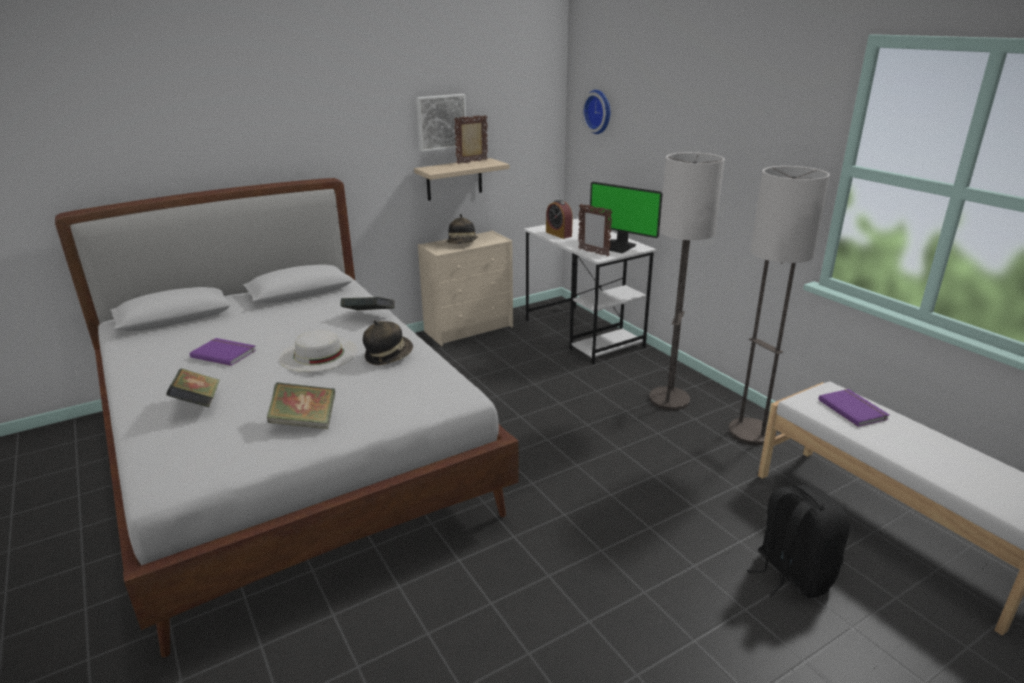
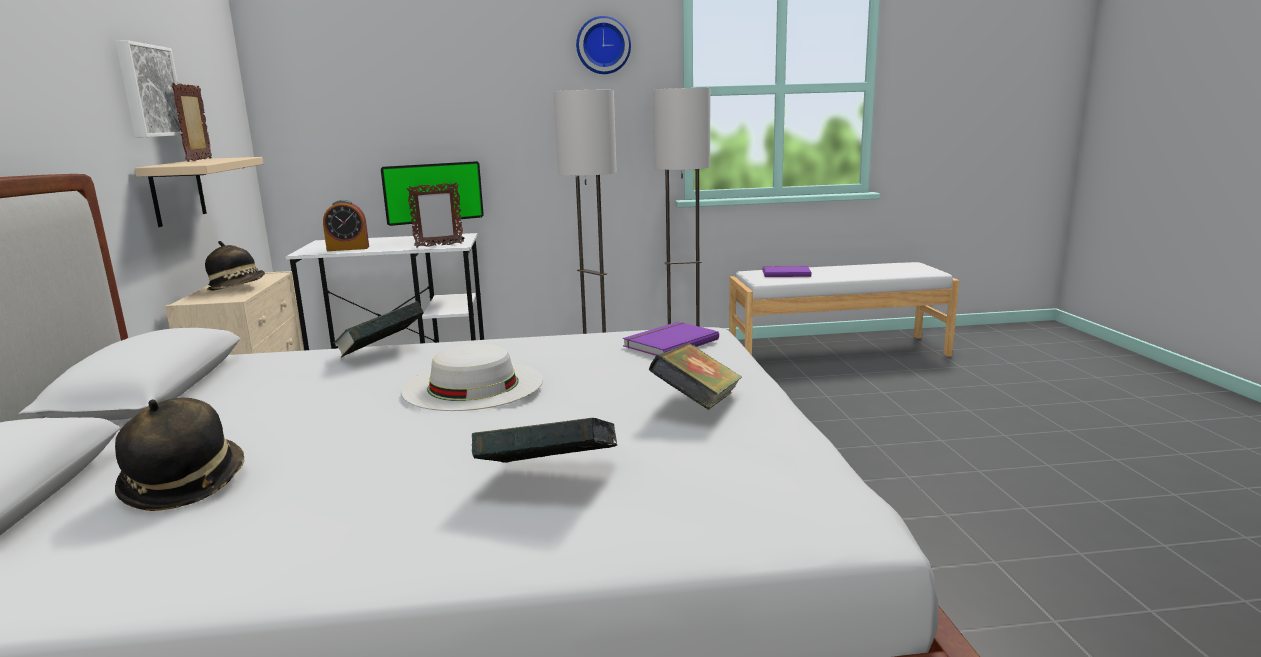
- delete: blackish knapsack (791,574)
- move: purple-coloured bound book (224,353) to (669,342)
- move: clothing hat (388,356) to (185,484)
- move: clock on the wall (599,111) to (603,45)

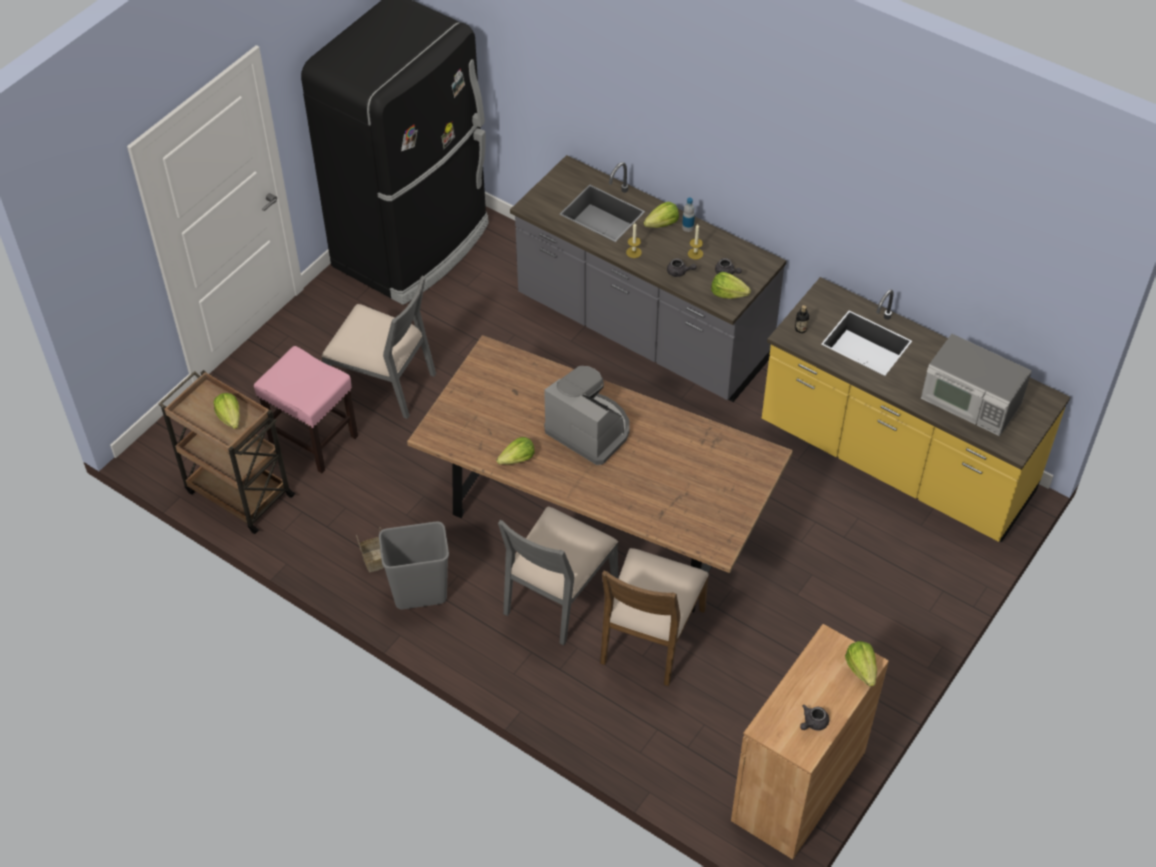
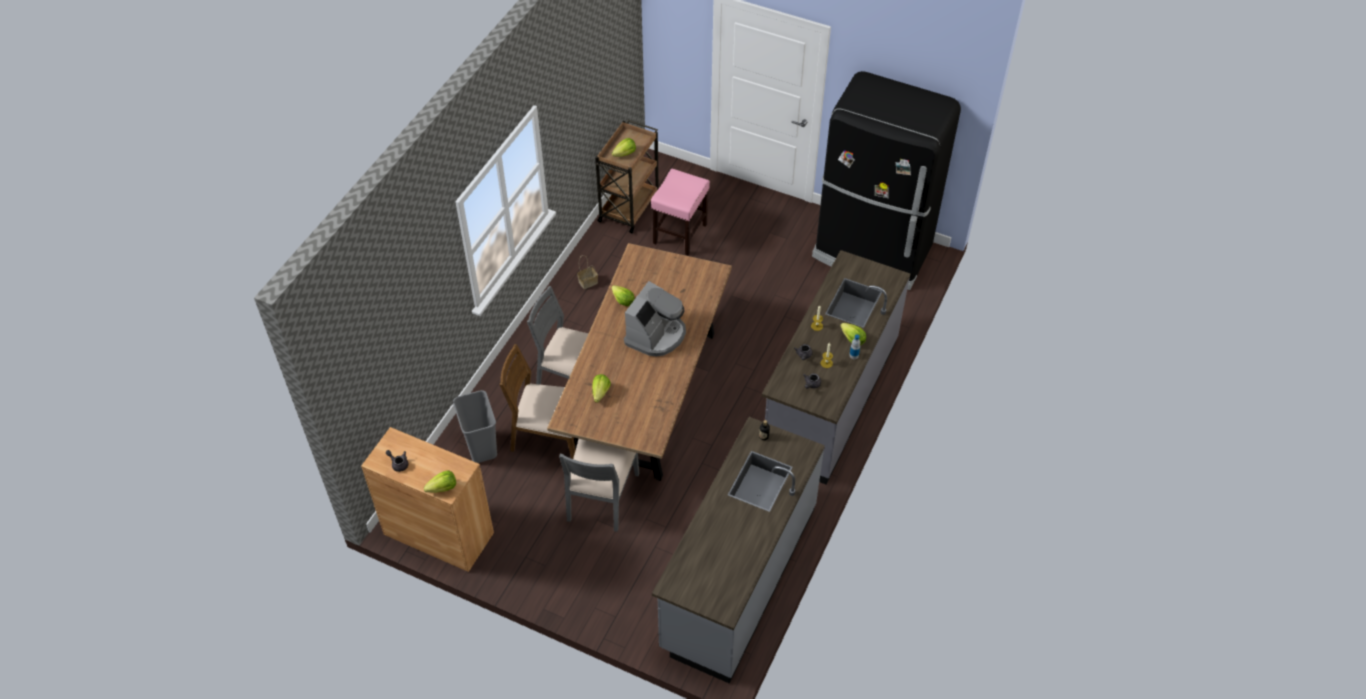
- delete: microwave oven (970,402)
- move: grey plain chair (383,383) to (601,497)
- move: grey trash can (419,594) to (480,447)
- move: lettuce (728,294) to (600,393)
- recolor: yellow-coloured kitchen base unit (895,460) to grey kitchen base unit (737,577)

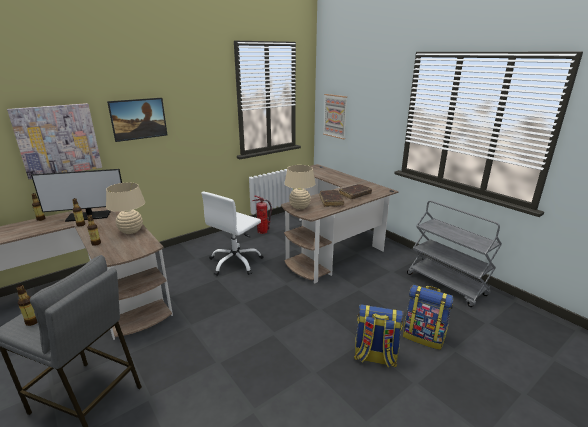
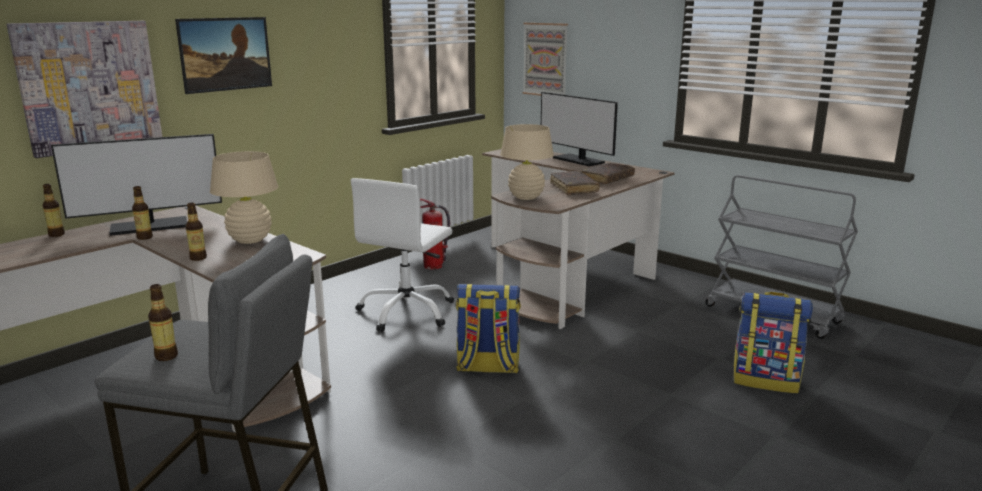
- insert: computer display (578,160)
- move: knapsack (375,357) to (487,367)

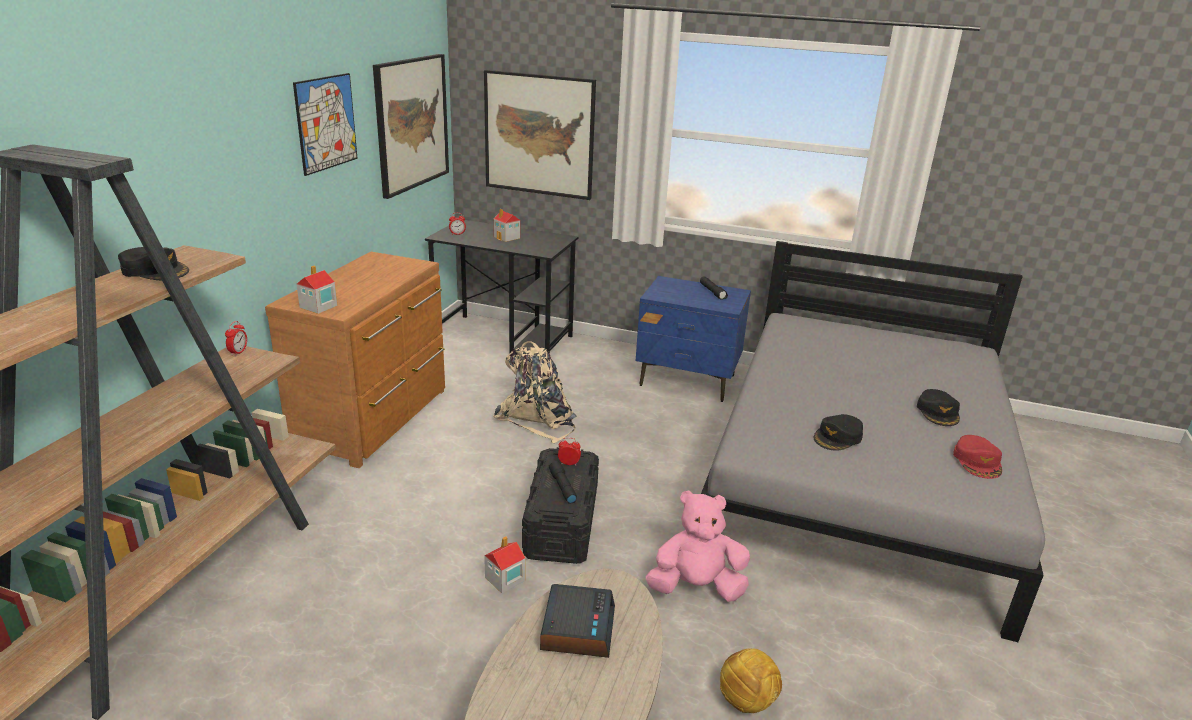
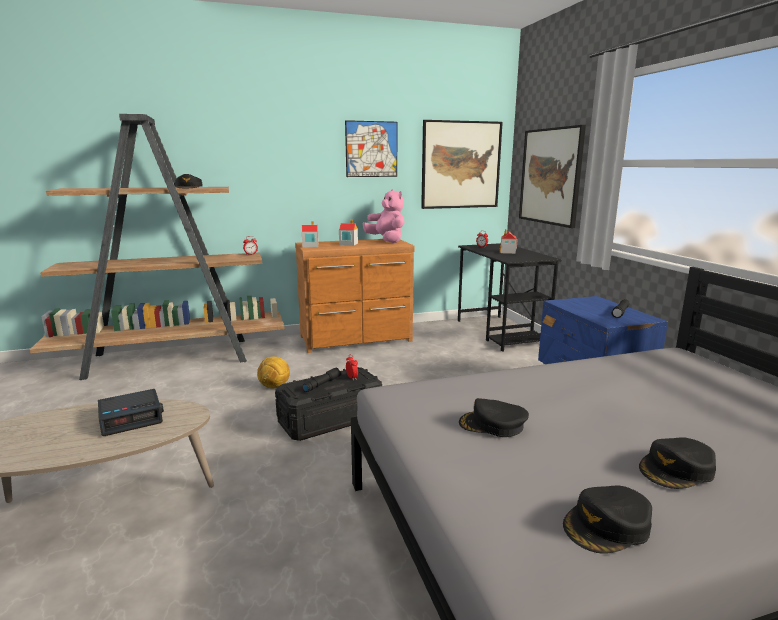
- delete: beige-coloured knapsack (538,419)
- move: miniature house (504,579) to (348,244)
- move: pink cuddly toy (696,587) to (386,241)
- move: ball for football (747,701) to (274,387)
- recolor: reddish cap (977,461) to blackish cap (607,526)

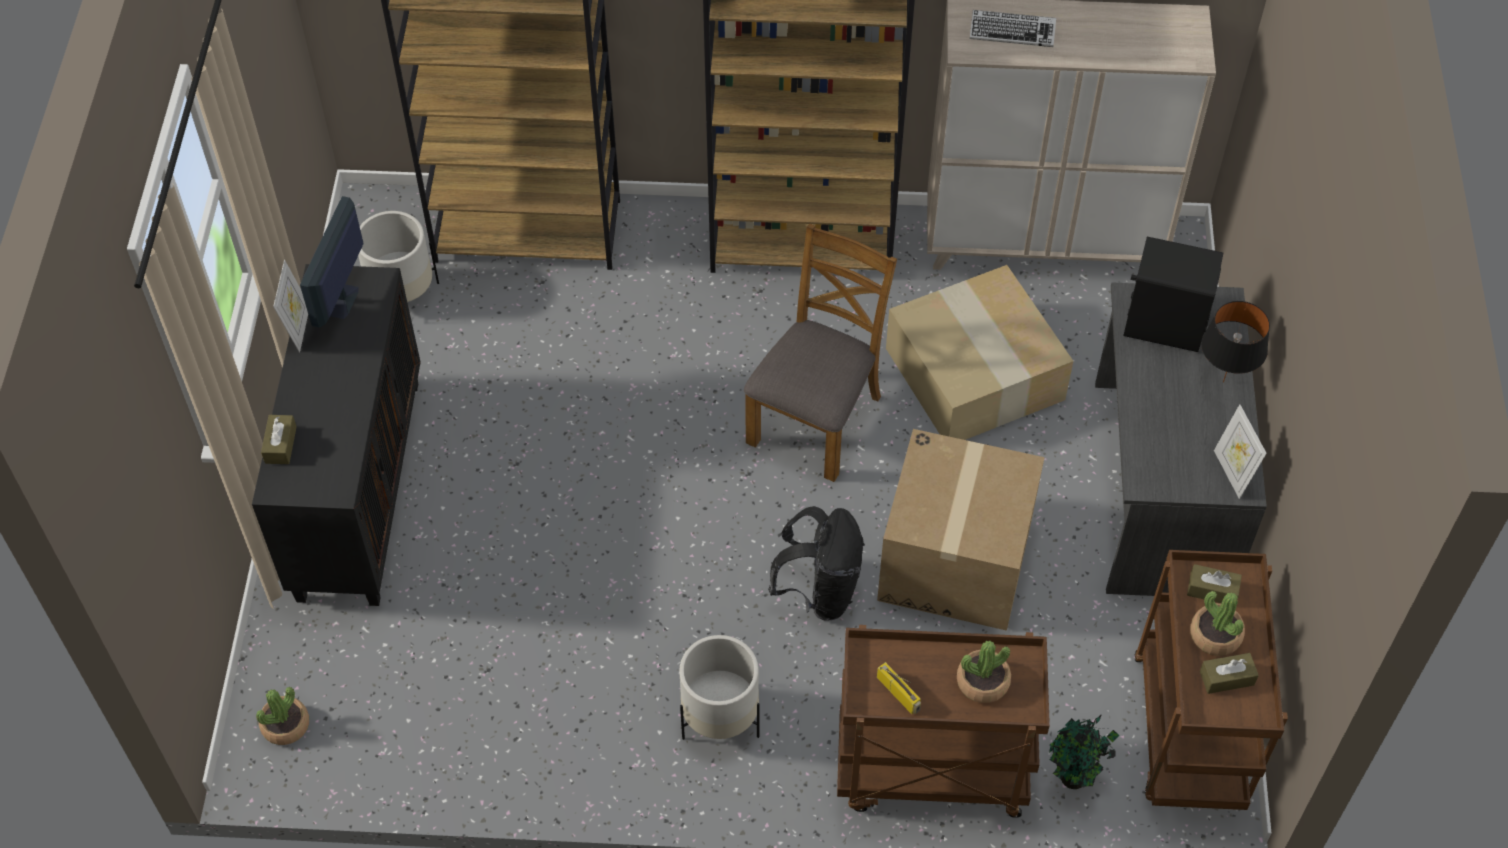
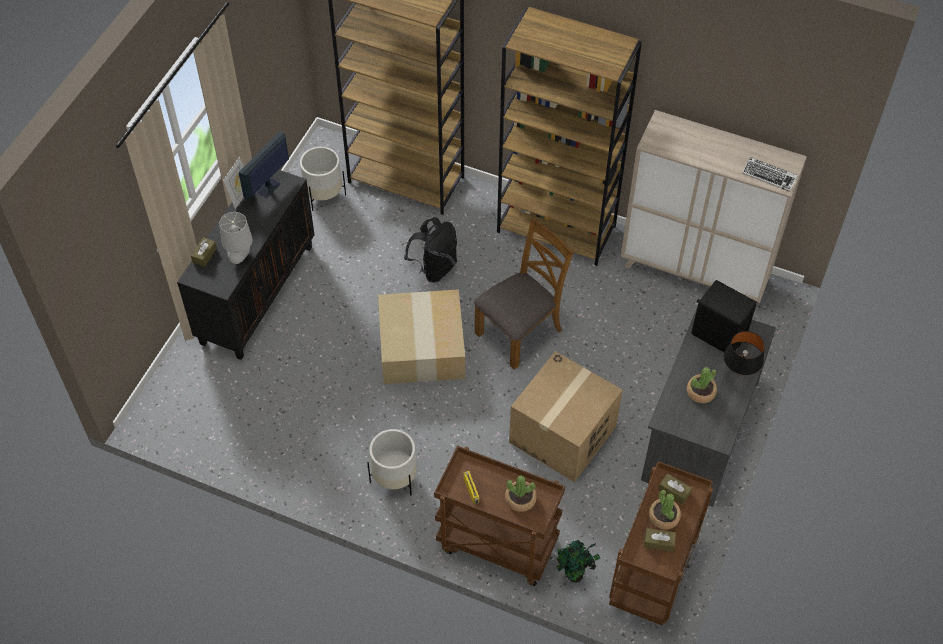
- delete: picture frame (1232,473)
- insert: grey table lamp (240,257)
- move: potted plant (285,725) to (700,392)
- move: blackish knapsack (820,591) to (434,268)
- move: carton (977,374) to (423,348)
- move: keyboard (1012,32) to (769,176)

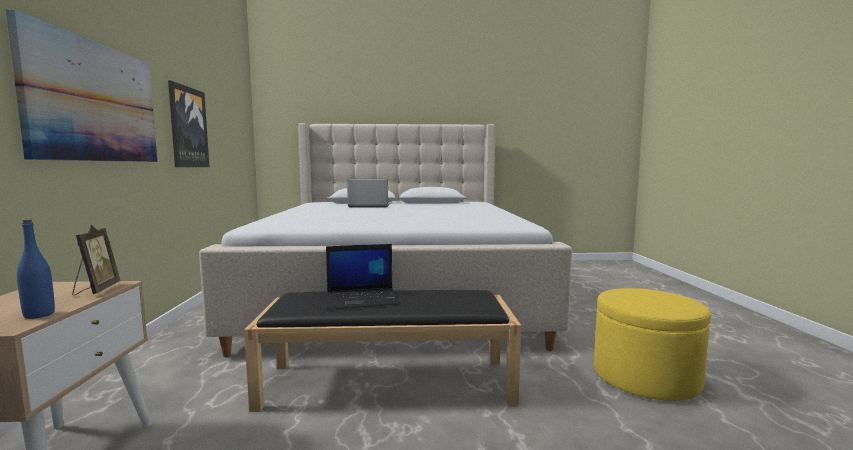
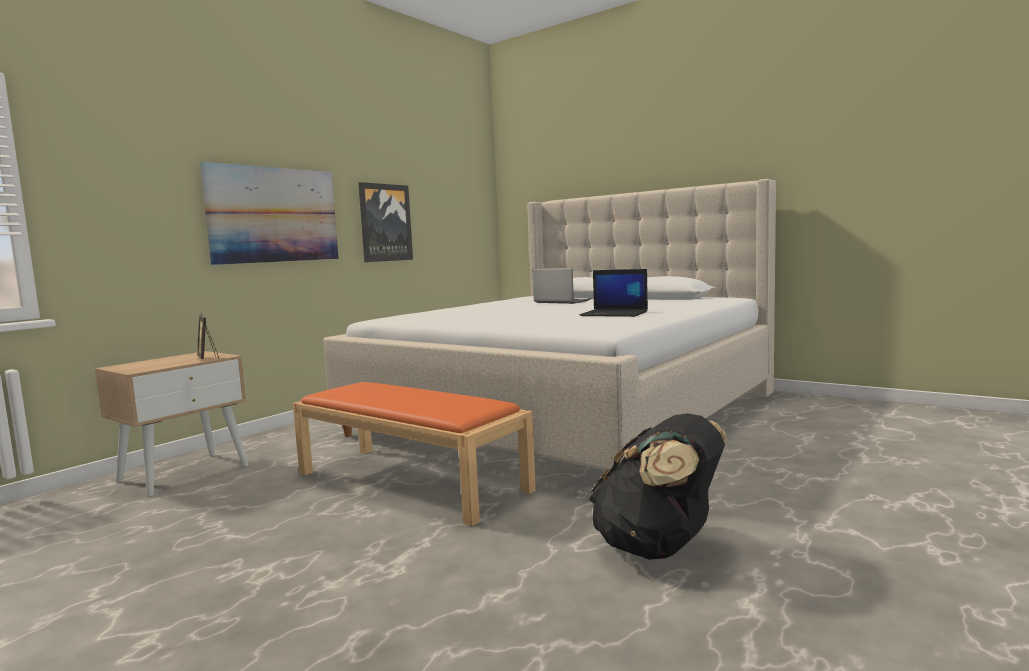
- delete: blue beverage bottle (39,315)
- move: portable computer (363,299) to (615,314)
- replace: yellow-coloured pouffe (645,377) to blackish knapsack (658,548)
- recolor: blackish bench (389,382) to orangey bench (412,481)
- rotate: picture frame (96,290) = (208,358) 120 degrees clockwise

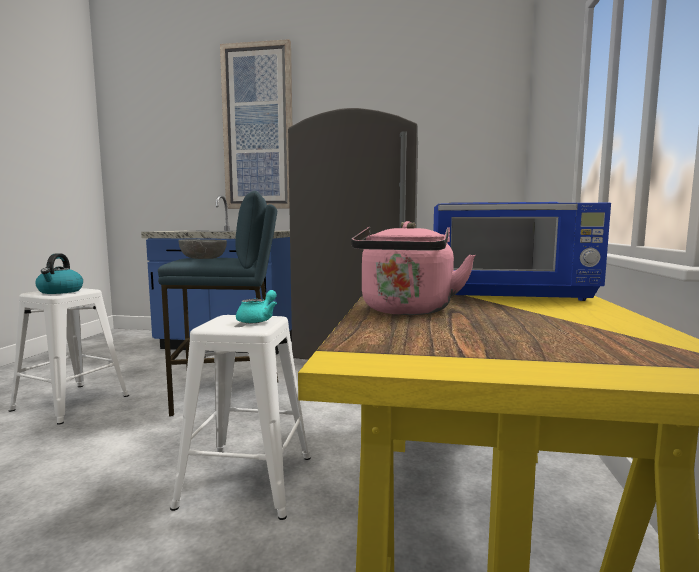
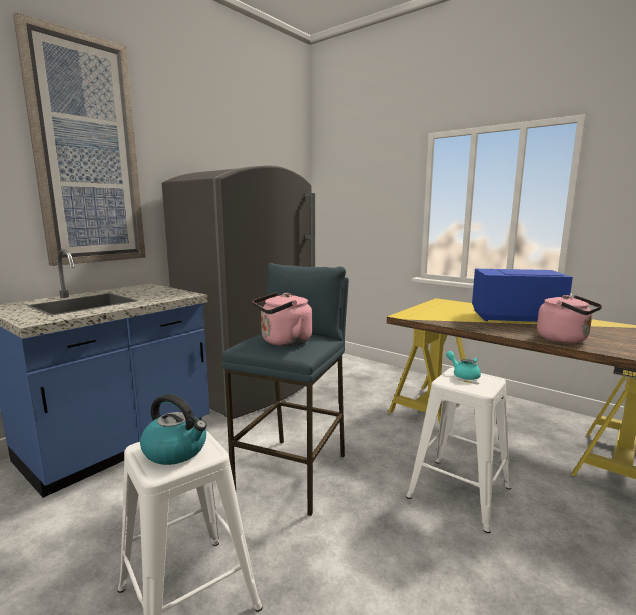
- replace: grey serving bowl (204,258) to pink kettle (283,342)
- rotate: blue microwave oven (509,294) = (514,317) 120 degrees counterclockwise

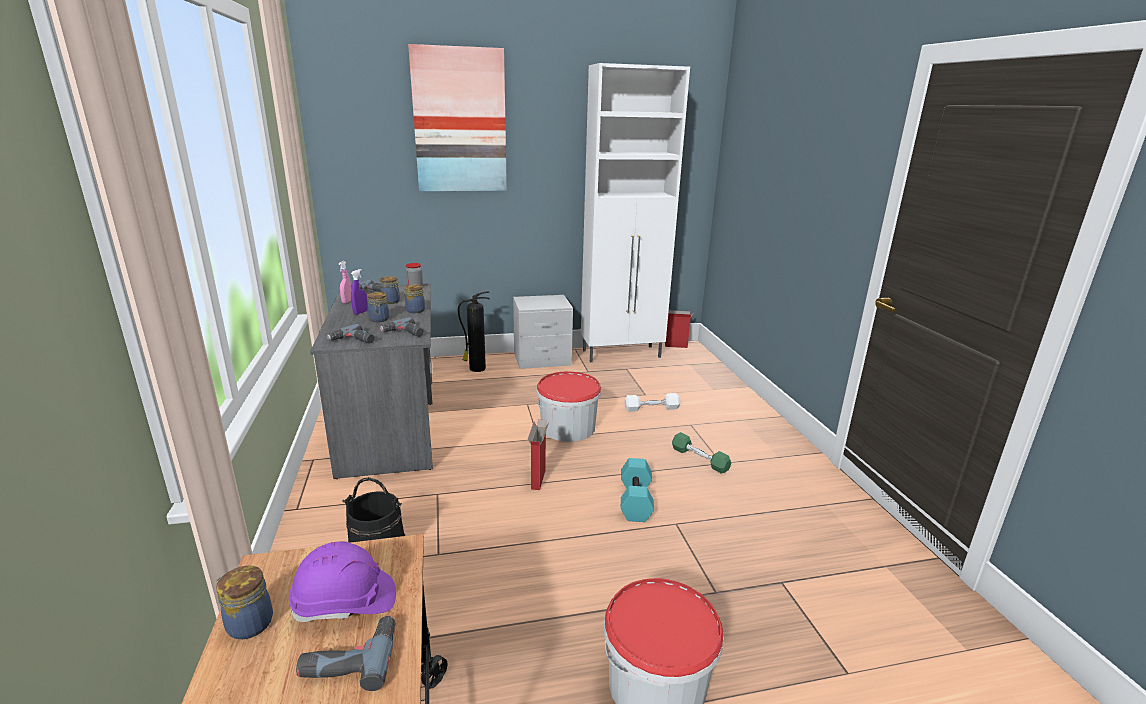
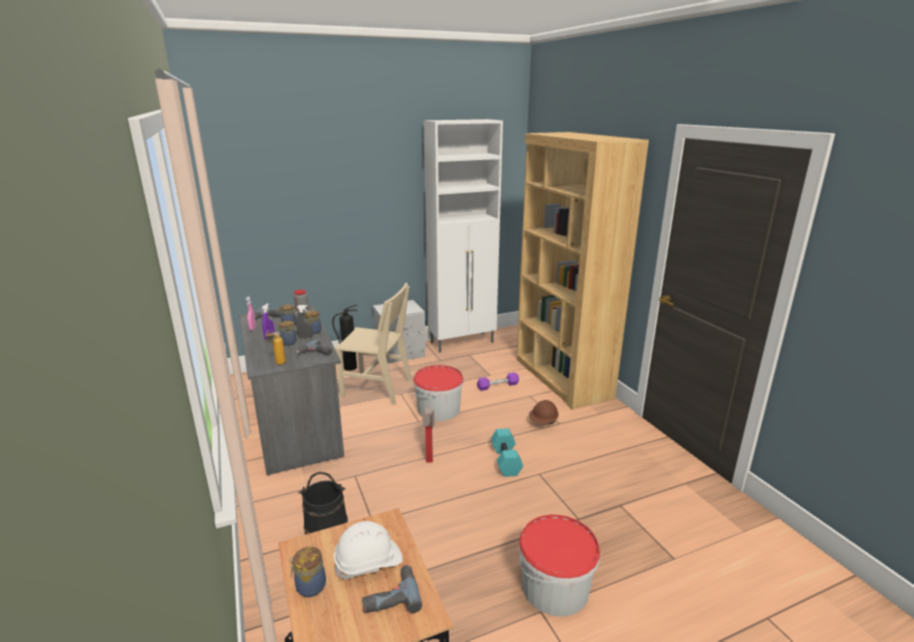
- delete: wall picture (460,121)
- delete: carton (676,346)
- insert: grey hand sprayer (305,337)
- insert: beige-coloured plain chair (377,388)
- insert: brown bookcase (561,378)
- replace: power drill (352,341) to beverage bottle (277,364)
- replace: green-coloured free weight (699,459) to brown work helmet (543,422)
- recolor: purple-coloured work helmet (345,603) to white work helmet (369,562)
- recolor: white free weight (651,408) to purple-coloured free weight (497,386)

